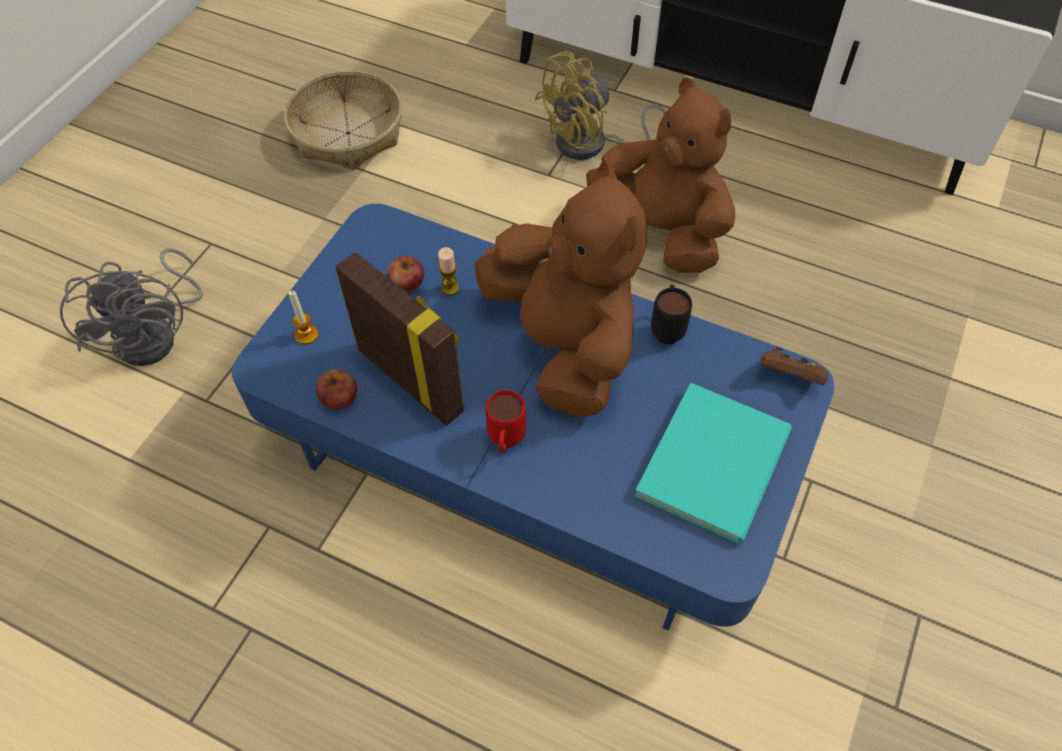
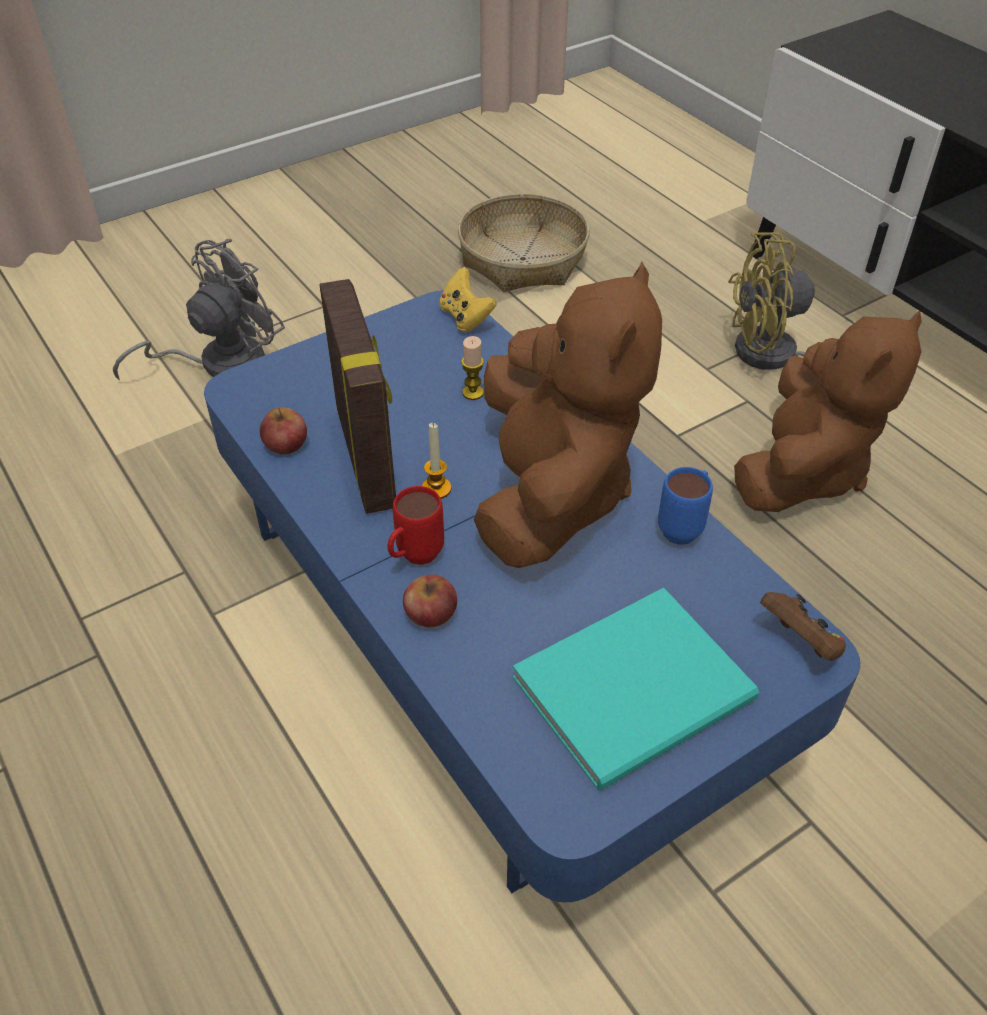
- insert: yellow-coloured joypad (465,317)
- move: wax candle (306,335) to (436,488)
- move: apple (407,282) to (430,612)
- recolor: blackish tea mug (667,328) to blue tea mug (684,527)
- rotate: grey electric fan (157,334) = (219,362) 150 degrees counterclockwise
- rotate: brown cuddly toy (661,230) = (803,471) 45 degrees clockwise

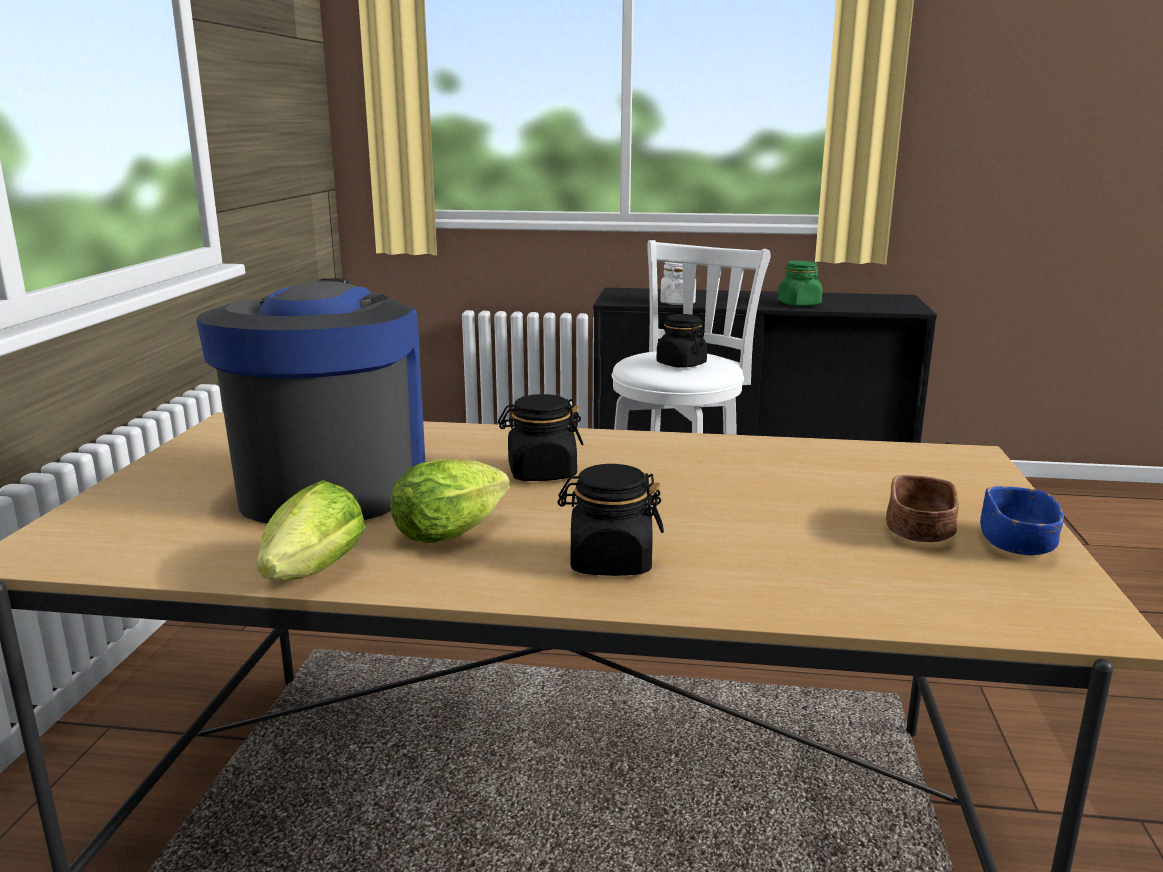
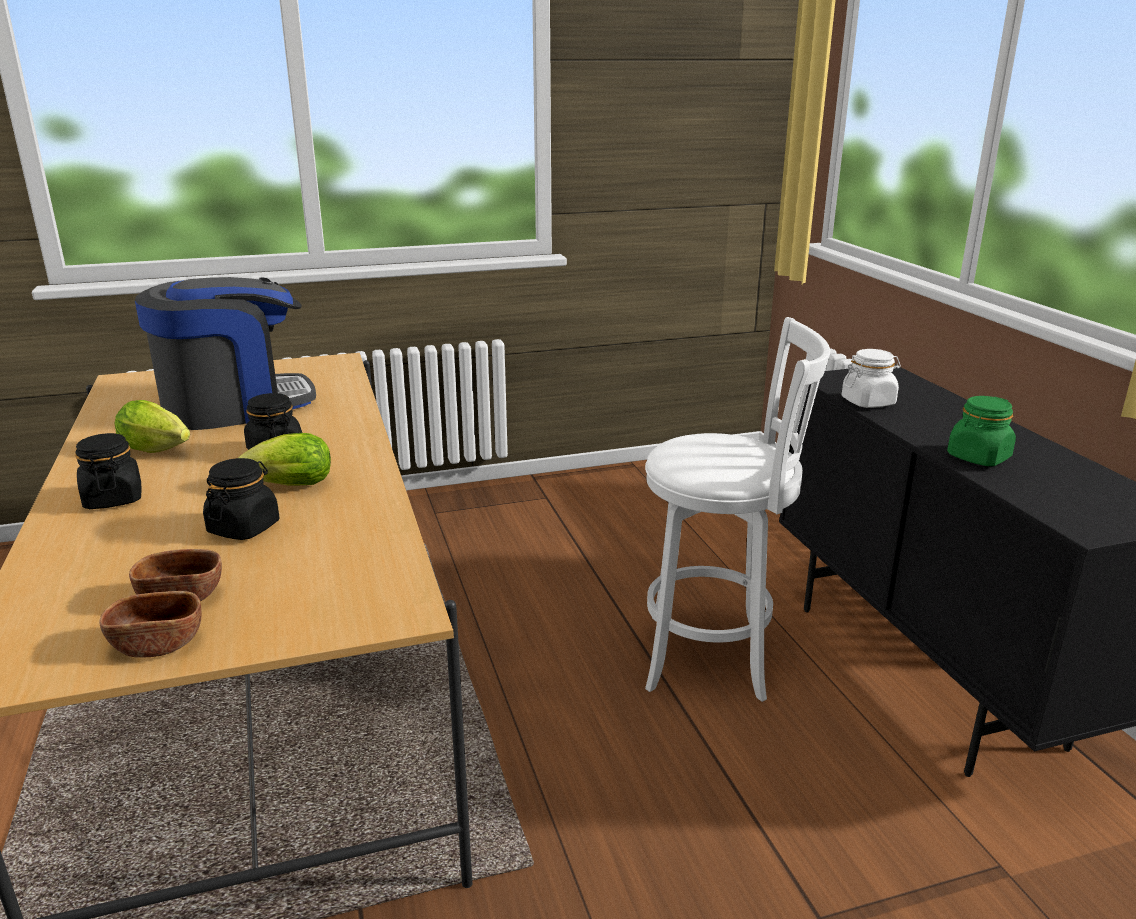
- move: lettuce (310,576) to (287,486)
- move: blackish jar (681,364) to (244,528)
- recolor: blue serving bowl (1016,544) to brown serving bowl (158,644)

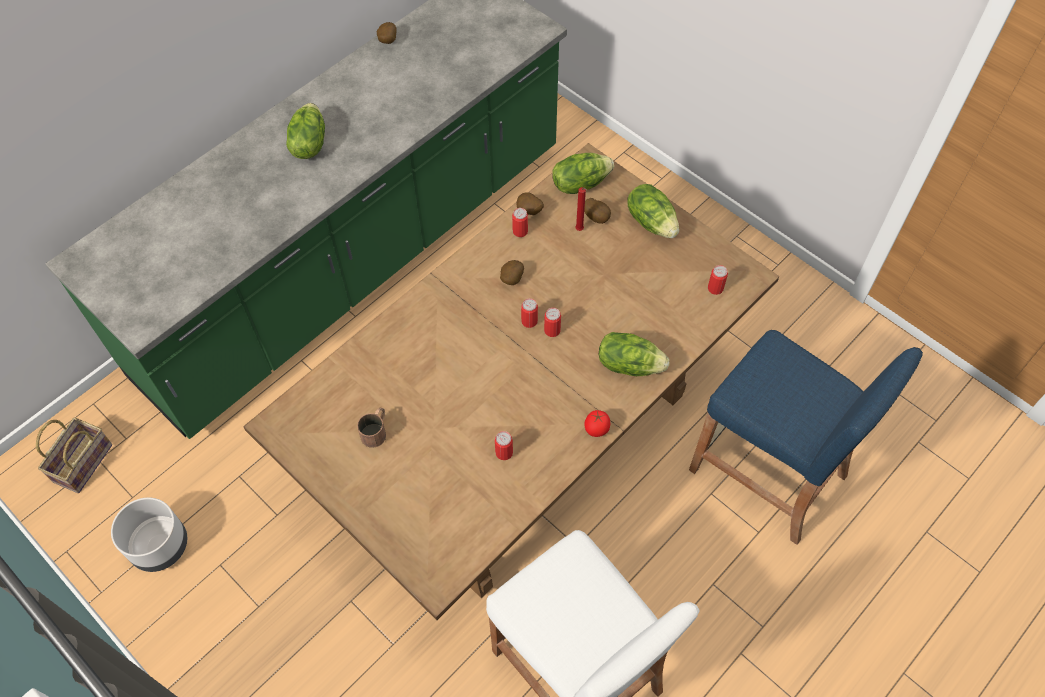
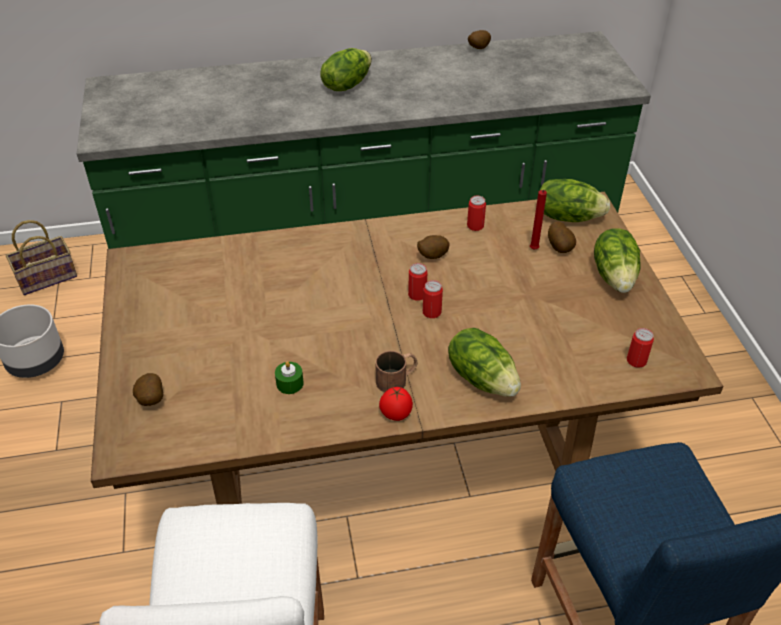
- move: brown tea mug (376,430) to (397,379)
- move: potato (529,212) to (150,401)
- replace: metal can (504,452) to green-coloured wax candle (290,383)

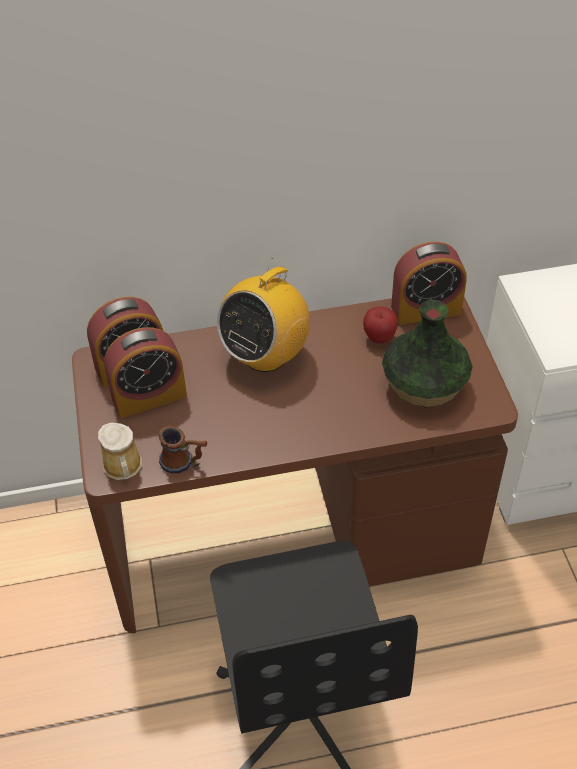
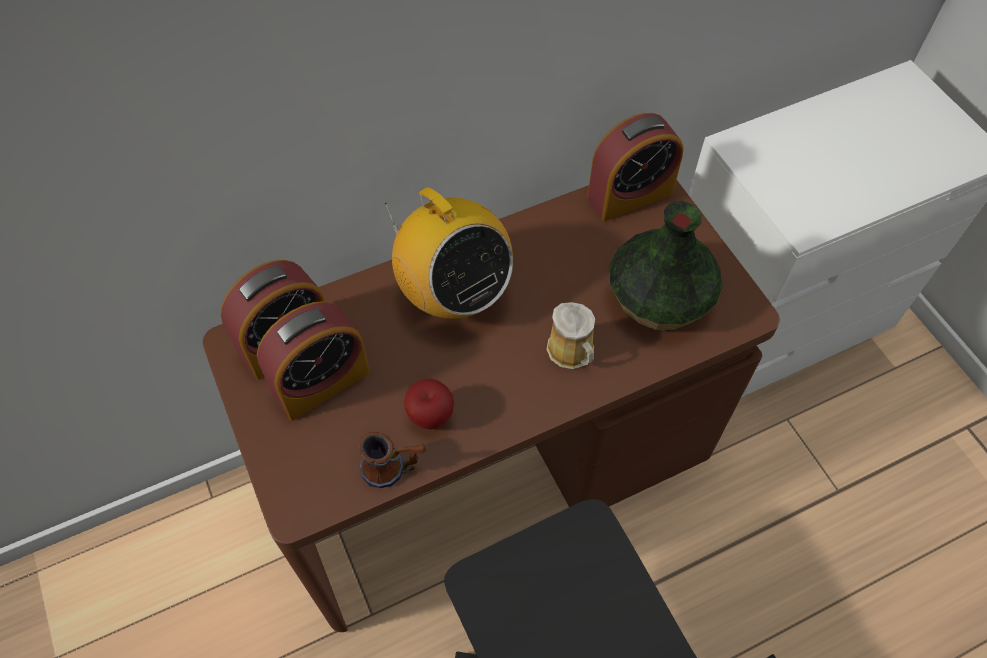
- move: tea mug (123,467) to (572,352)
- move: apple (379,338) to (431,417)
- rotate: radio set (265,355) = (454,294) 60 degrees counterclockwise

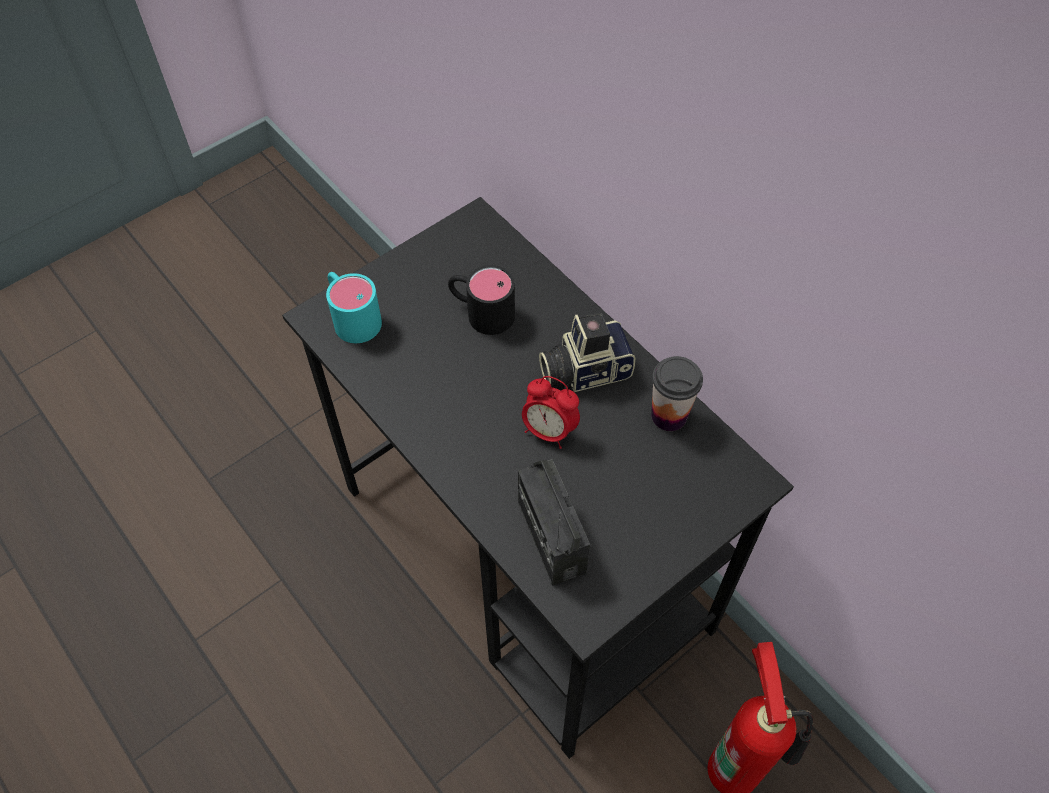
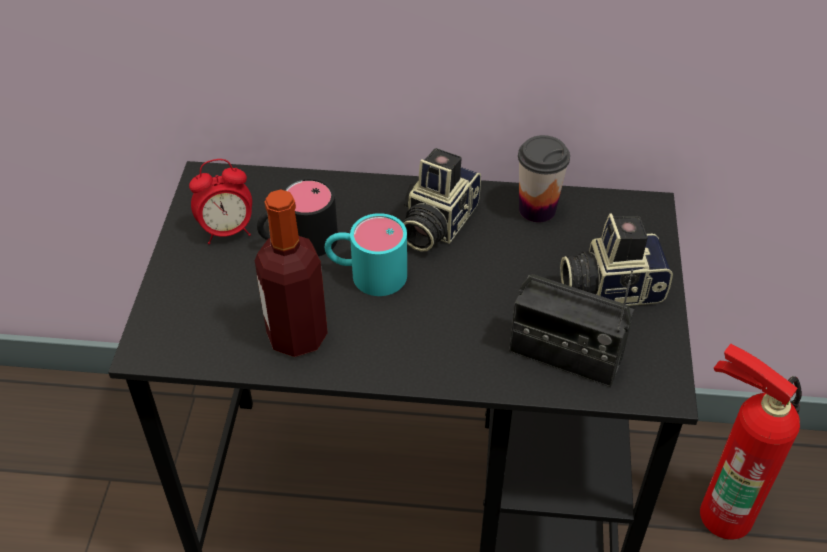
- insert: beverage bottle (297,336)
- insert: still camera (610,287)
- move: blue-green tea mug (352,316) to (366,274)
- move: alarm clock (549,431) to (227,231)

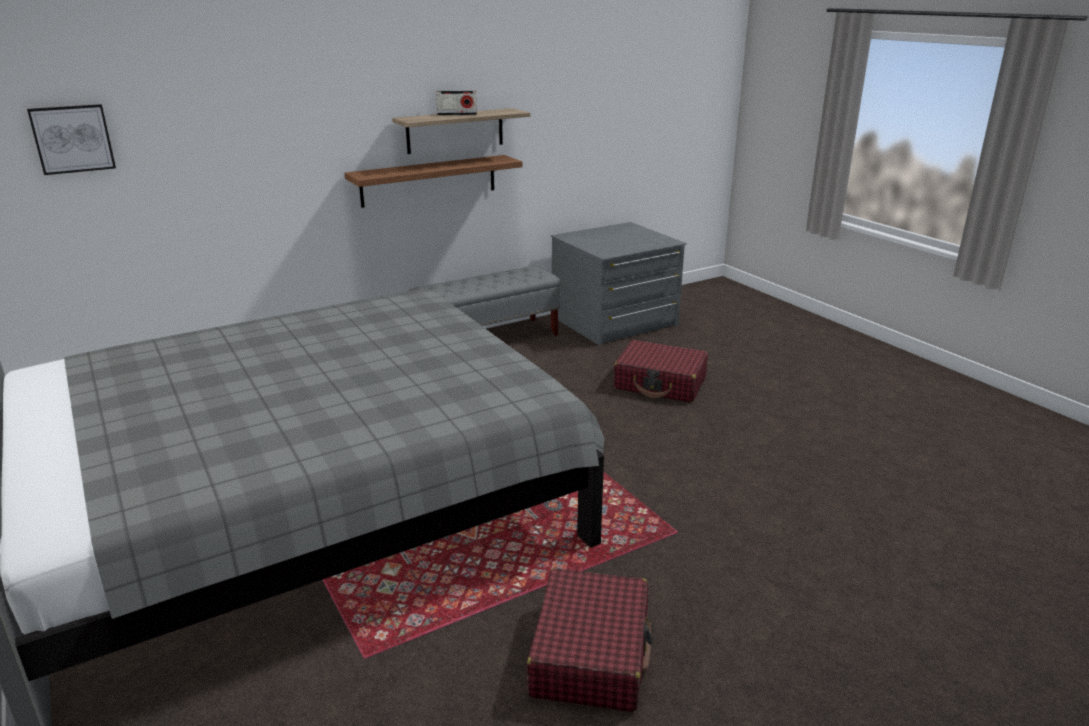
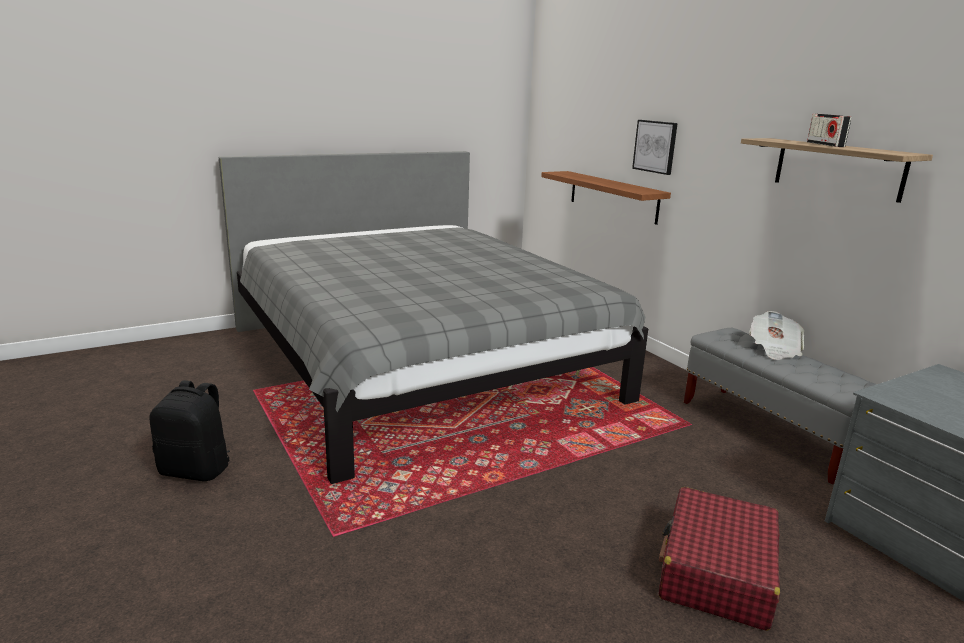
- insert: newspaper (774,349)
- move: wall picture (72,139) to (655,146)
- move: bracket shelf (429,180) to (613,196)
- replace: reddish piece of luggage (591,654) to blackish knapsack (196,470)

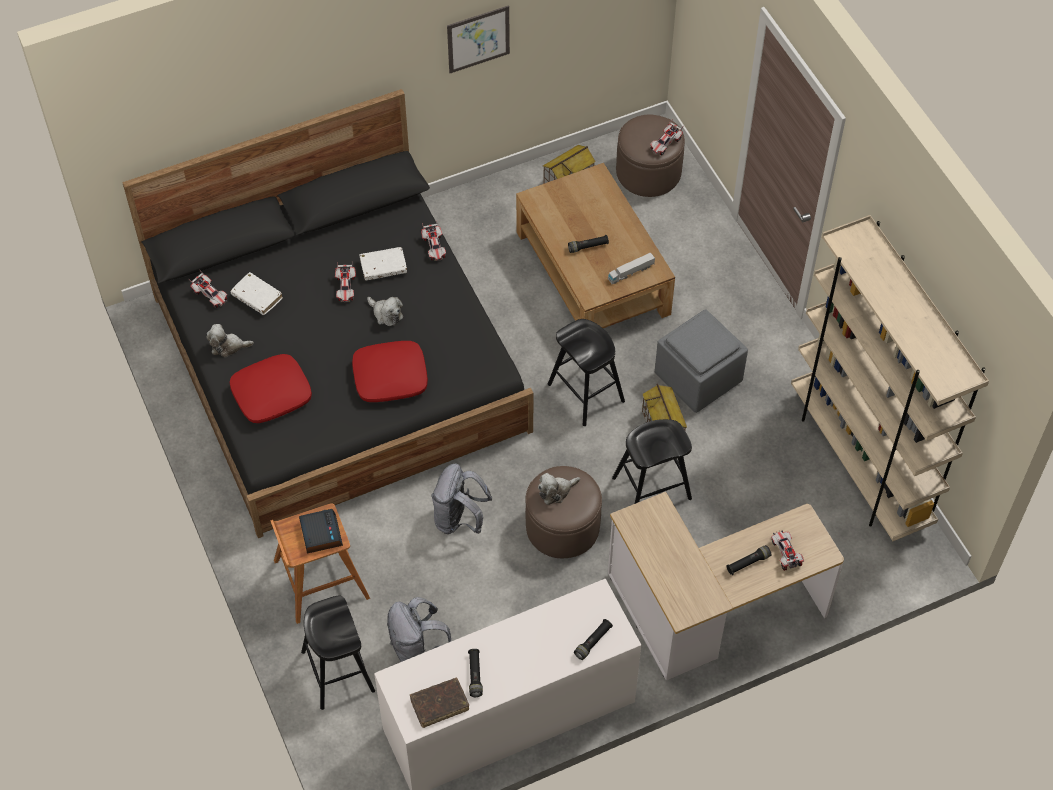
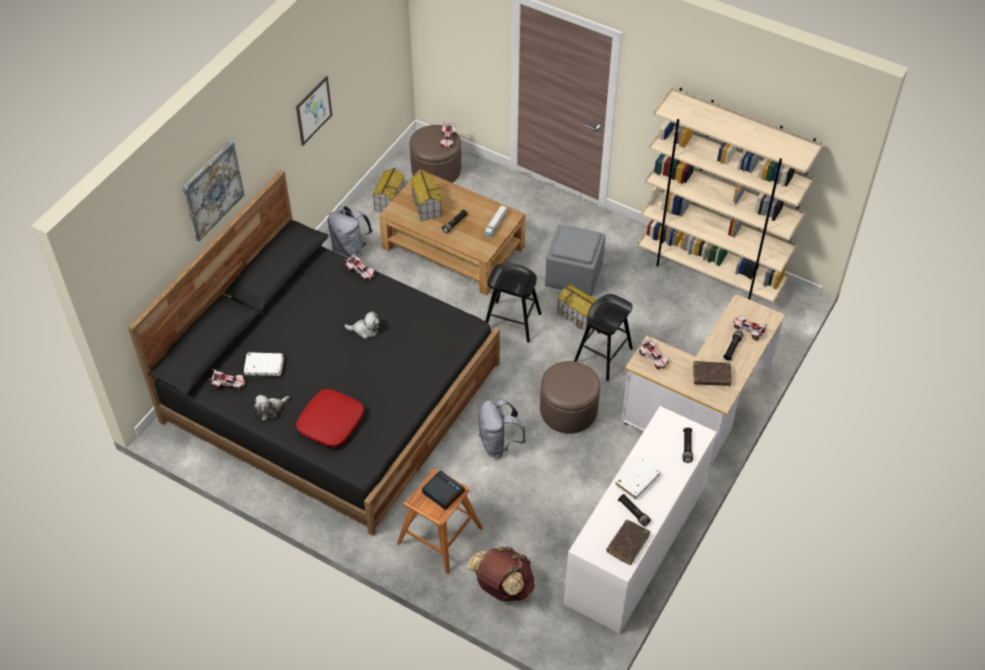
- delete: reddish pillow (390,377)
- delete: cuddly toy (556,491)
- insert: wall picture (212,190)
- insert: miniature house (426,206)
- insert: brown bound book (711,376)
- move: miniature car (346,288) to (653,358)
- move: white bound book (383,267) to (637,481)
- move: grey knapsack (417,650) to (350,248)
- replace: blackish sitting stool (338,671) to brown knapsack (502,587)

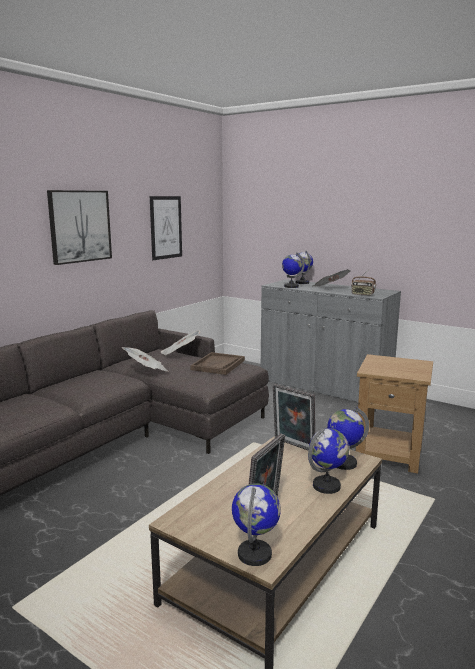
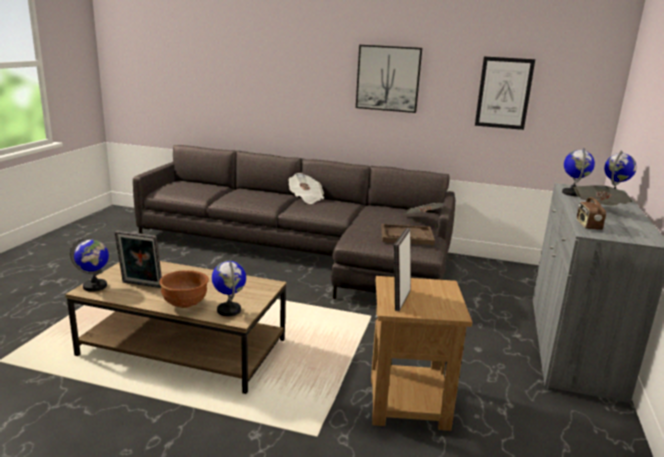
- move: newspaper (146,370) to (306,198)
- move: picture frame (293,445) to (399,299)
- replace: world globe (327,486) to brown serving bowl (186,305)

